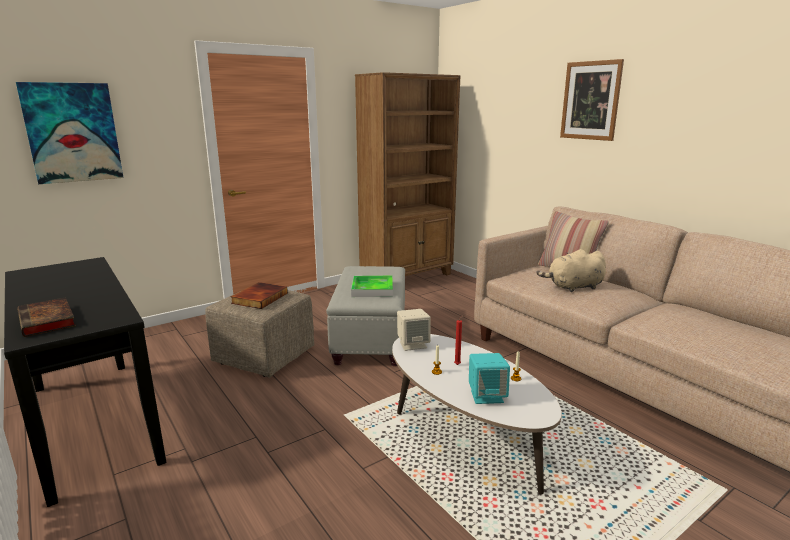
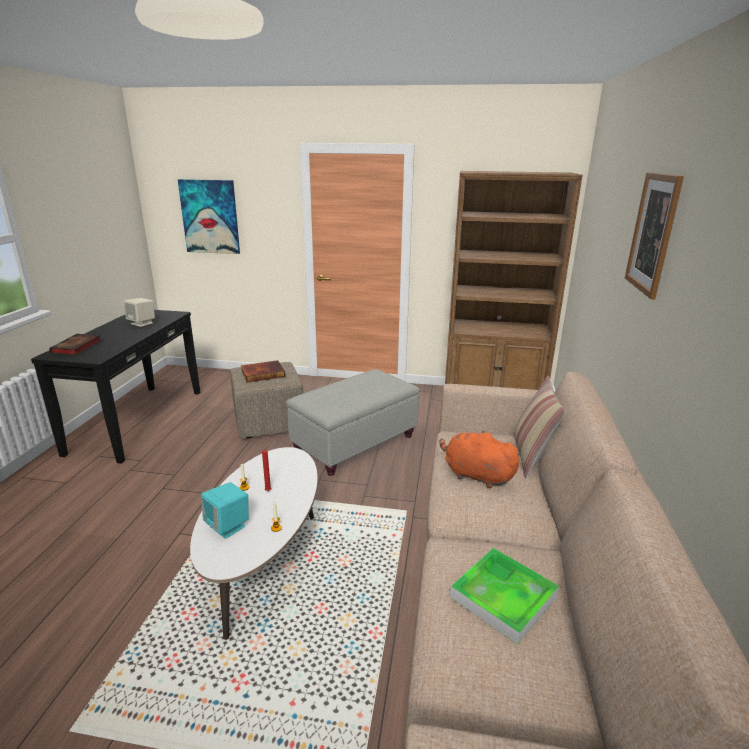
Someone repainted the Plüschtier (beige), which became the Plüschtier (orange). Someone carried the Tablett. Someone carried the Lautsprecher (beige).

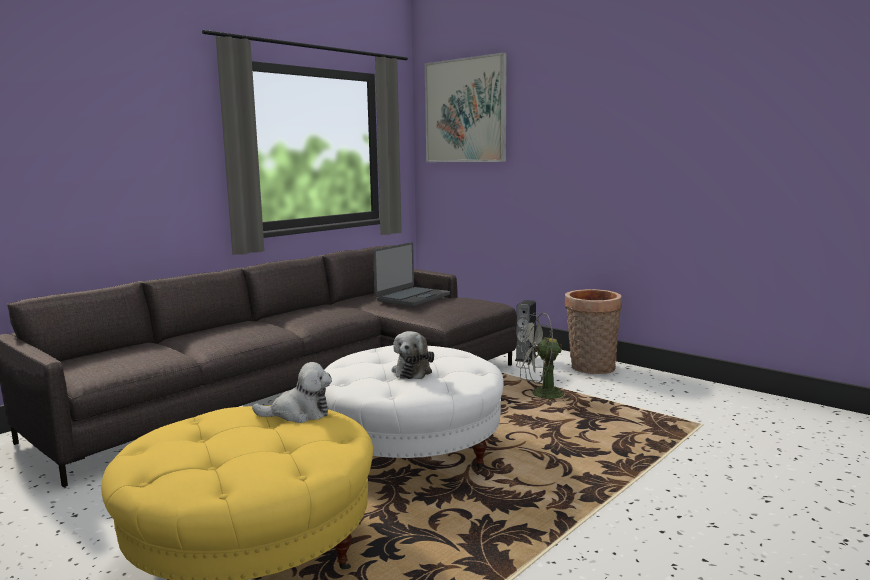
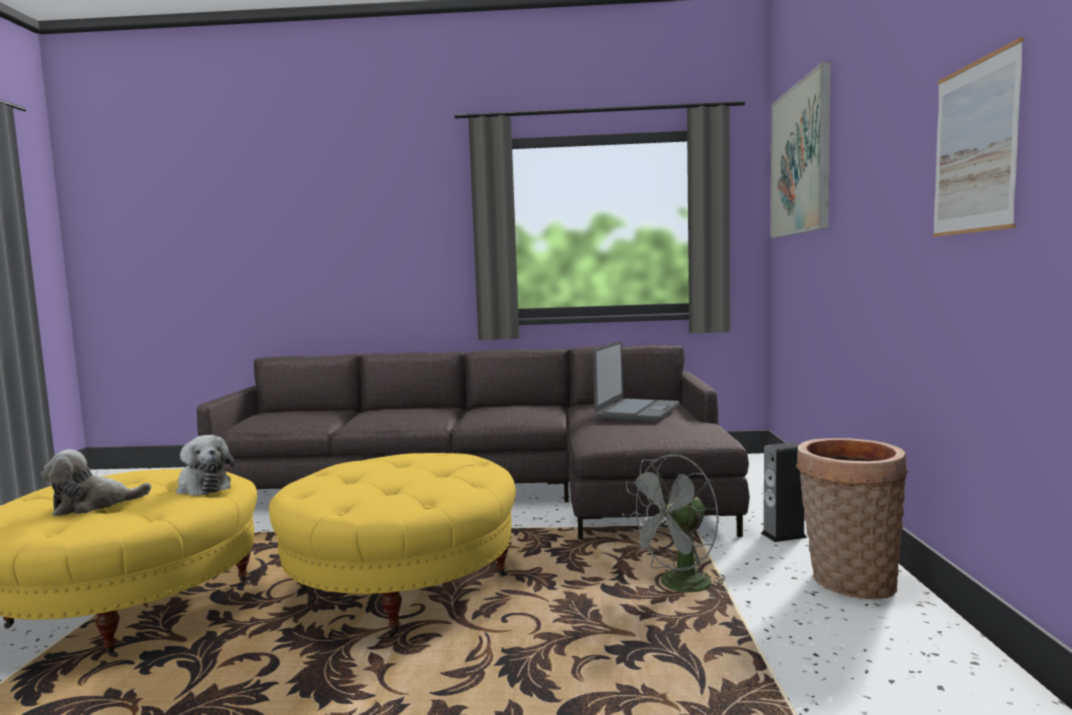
Someone rotated the Laptop by 60 degrees counterclockwise. Someone rotated the Ventilator (grau) by 75 degrees counterclockwise. Someone carried the Plüschtier (2nd from left in the first image). Someone repainted the Polsterhocker (weiß), which became the Polsterhocker (gelb) (2nd from left). Someone put up the Bild (2nd from left).

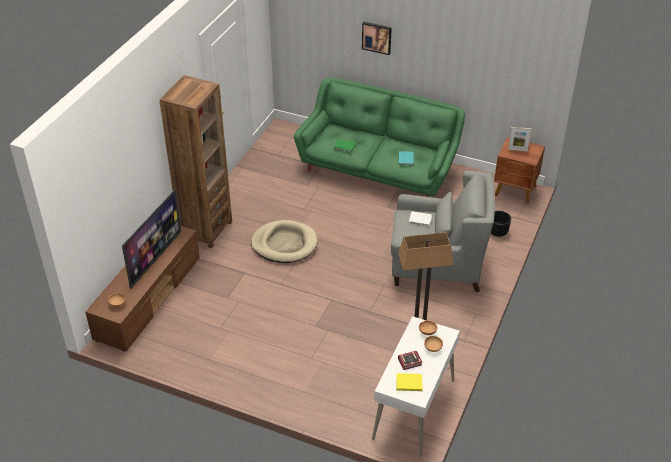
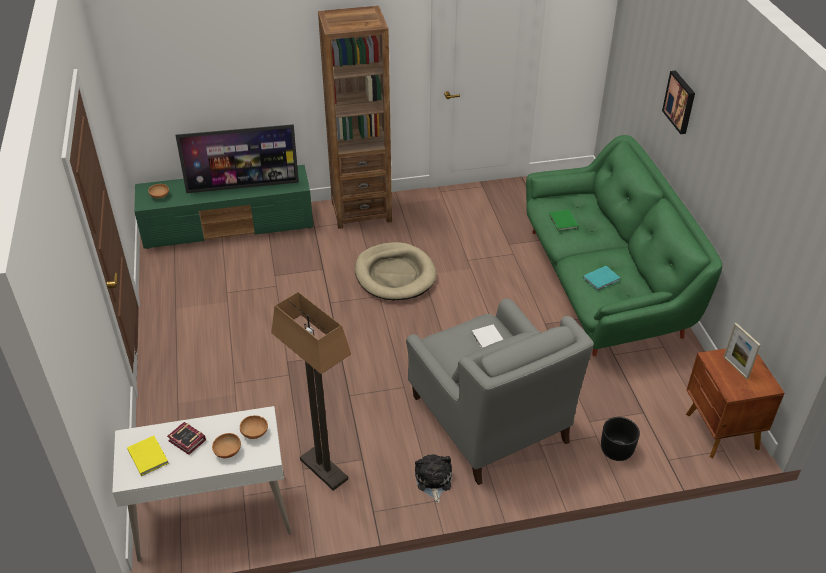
Someone repainted the Fernsehschrank (braun), which became the Fernsehschrank (grün). Someone put down the Plüschtier.

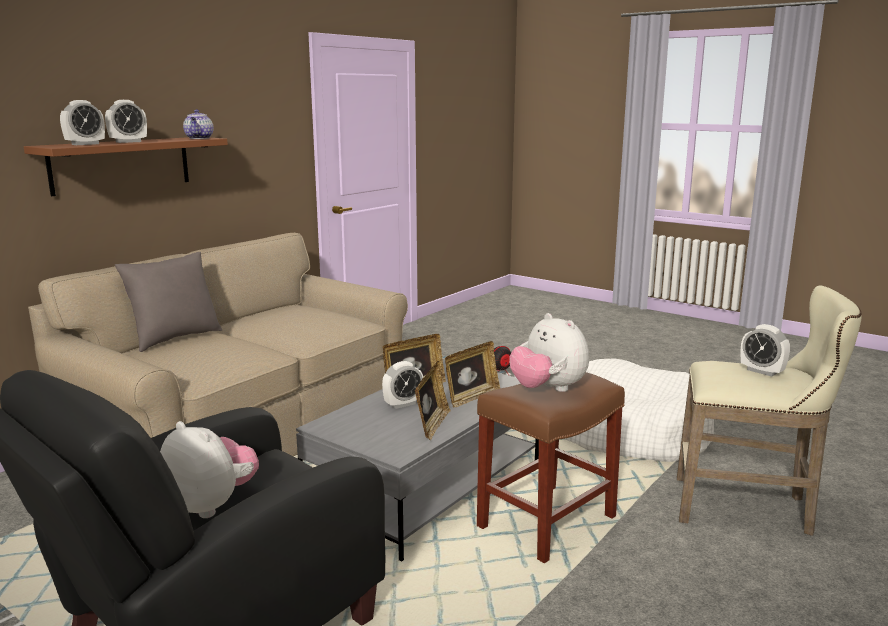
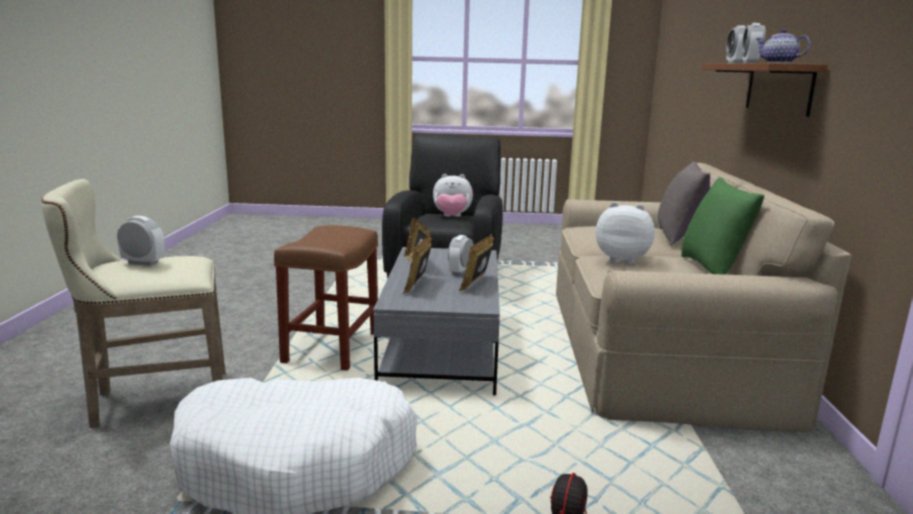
Someone carried the Plüschtier (2nd from left). Someone put down the Kissen (grün).

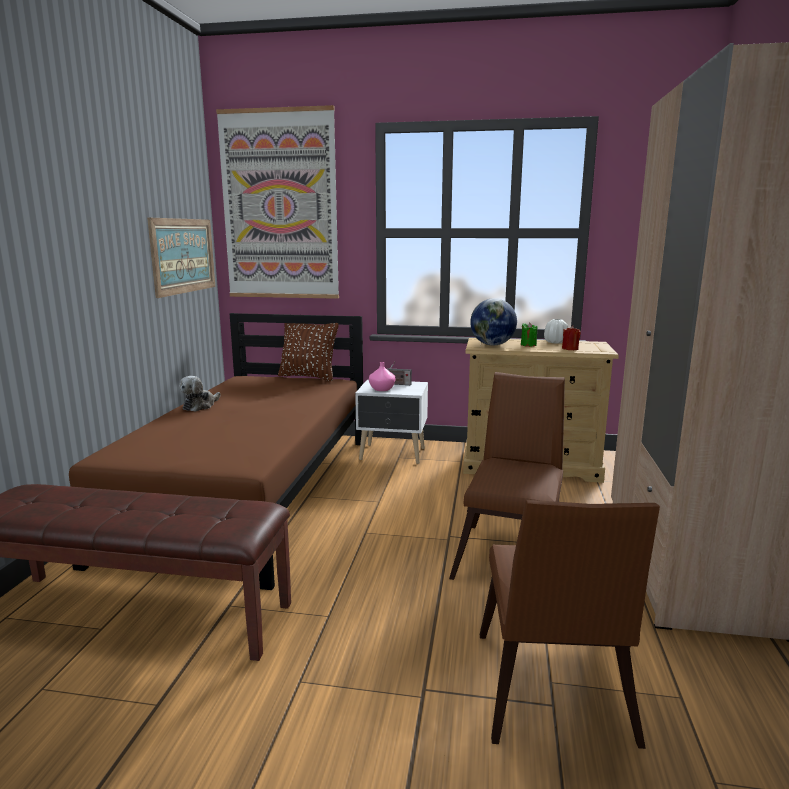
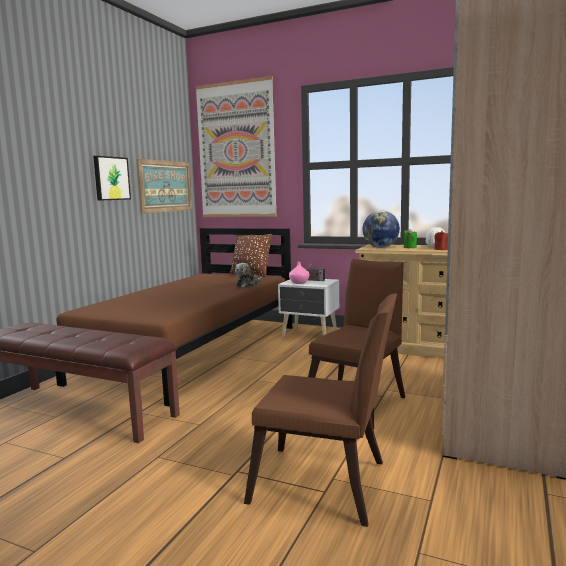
Someone carried the Plüschtier. Someone rotated the Stuhl (braun) (2nd from left in the first image) by 90 degrees counterclockwise. Someone put up the Bild (1st from left).

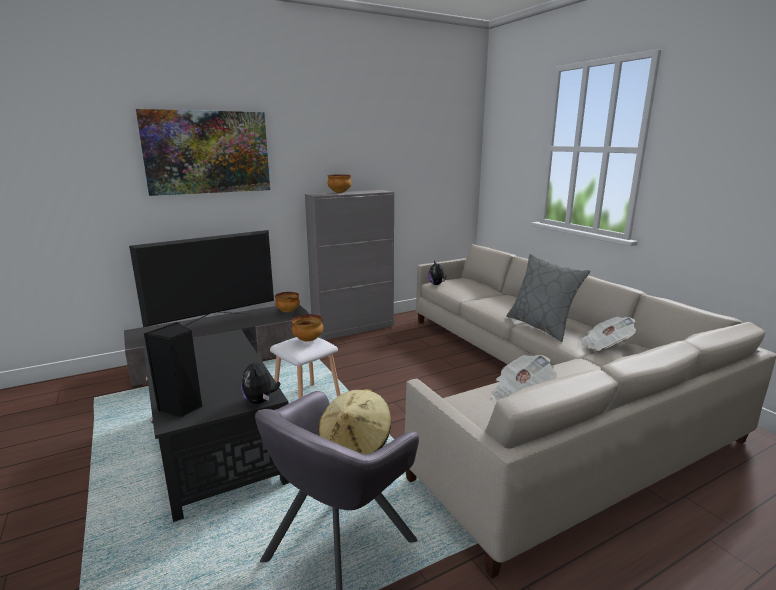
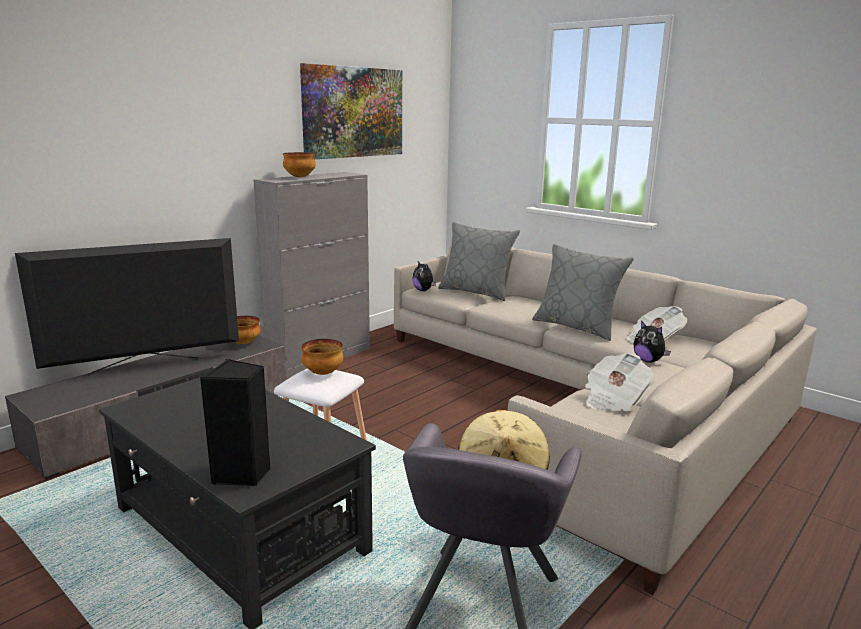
Someone carried the Bild. Someone rotated the Fernseher by 150 degrees counterclockwise. Someone carried the Plüschtier (1st from left in the first image). Someone put down the Kissen (grau) (1st from left).

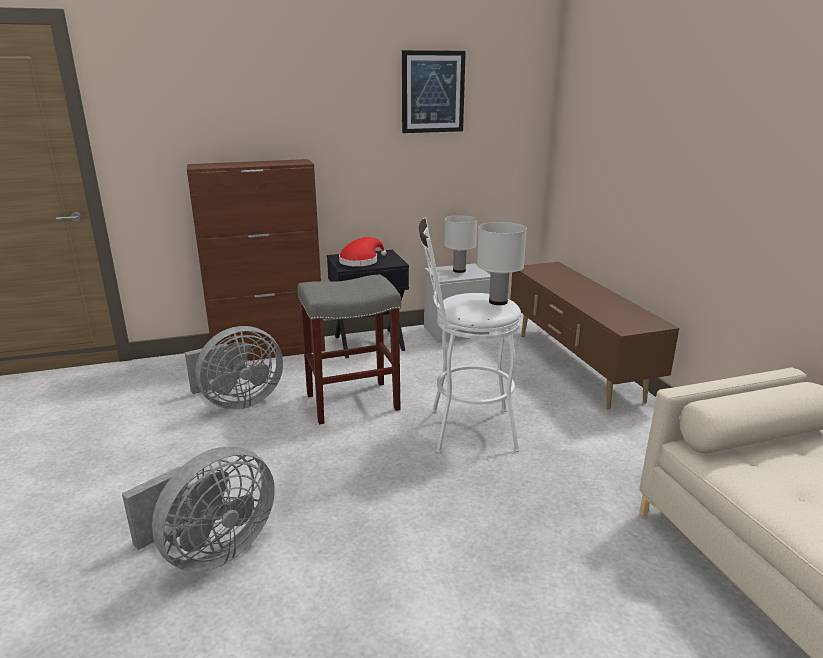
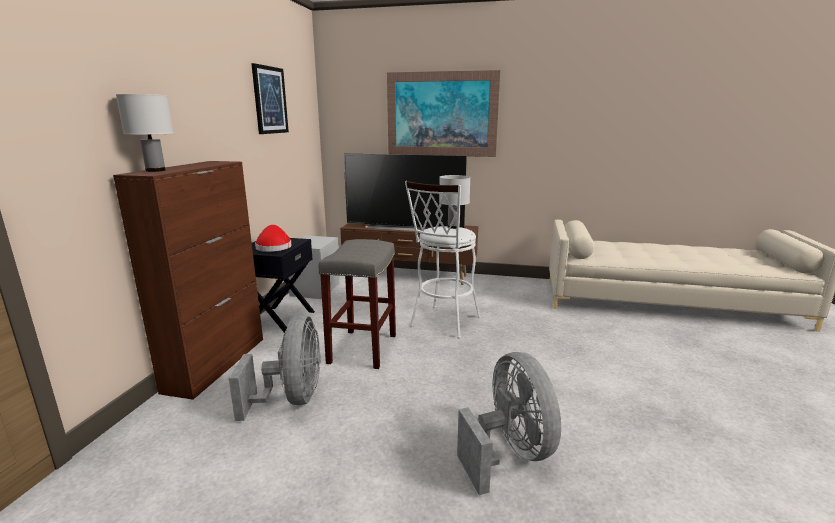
Someone carried the Tischlampe (weiß) (1st from left). Someone put up the Bild (2nd from left). Someone put down the Fernseher.

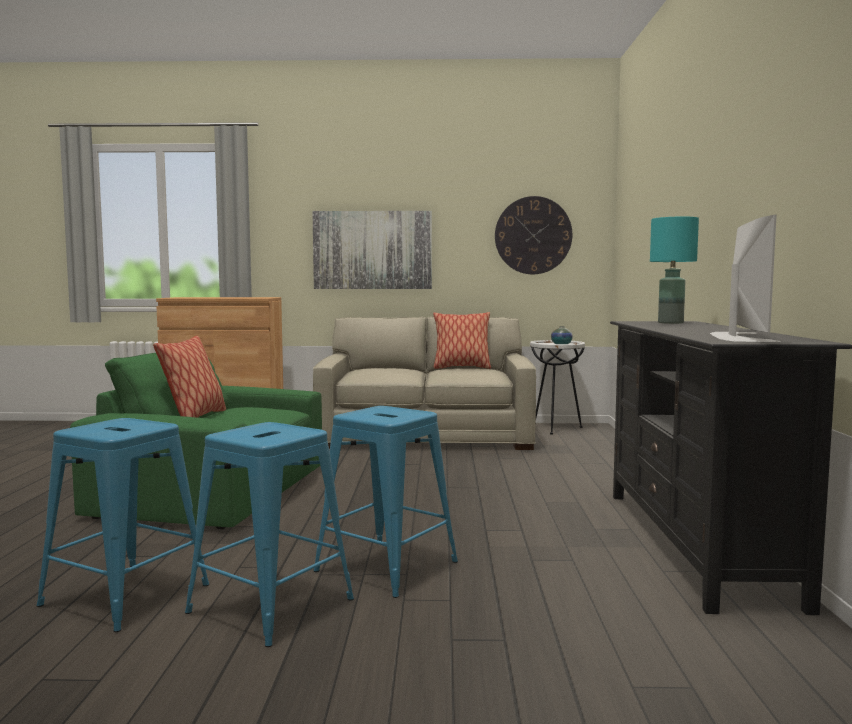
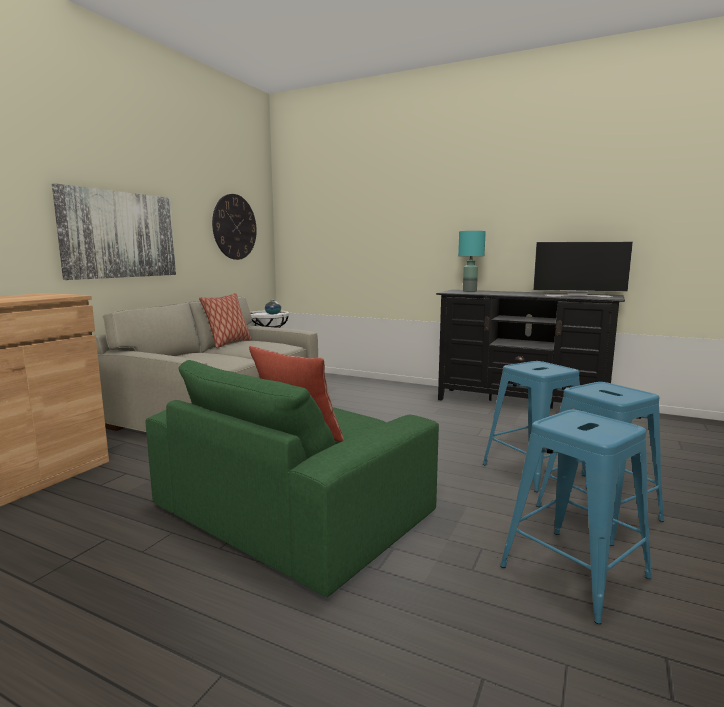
Someone rotated the Fernseher by 150 degrees clockwise.

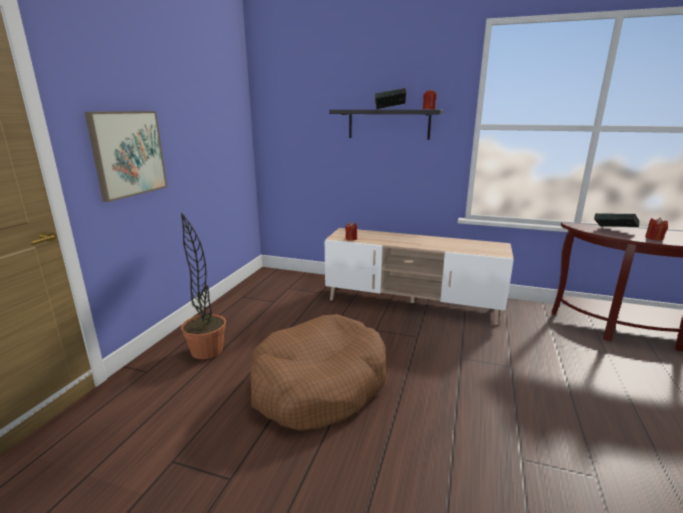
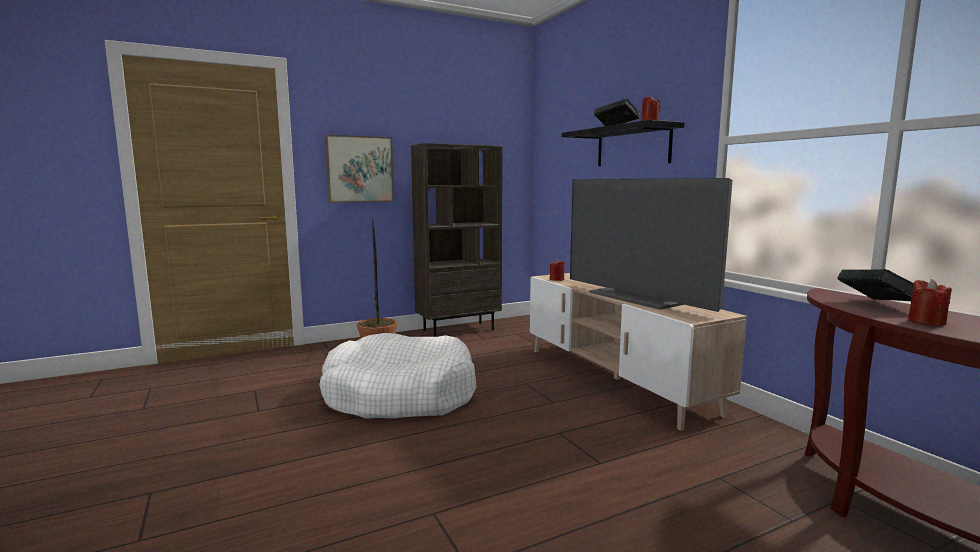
Someone repainted the Hundebett (braun), which became the Hundebett (weiß). Someone put down the Bücherregal (braun). Someone put down the Fernseher.

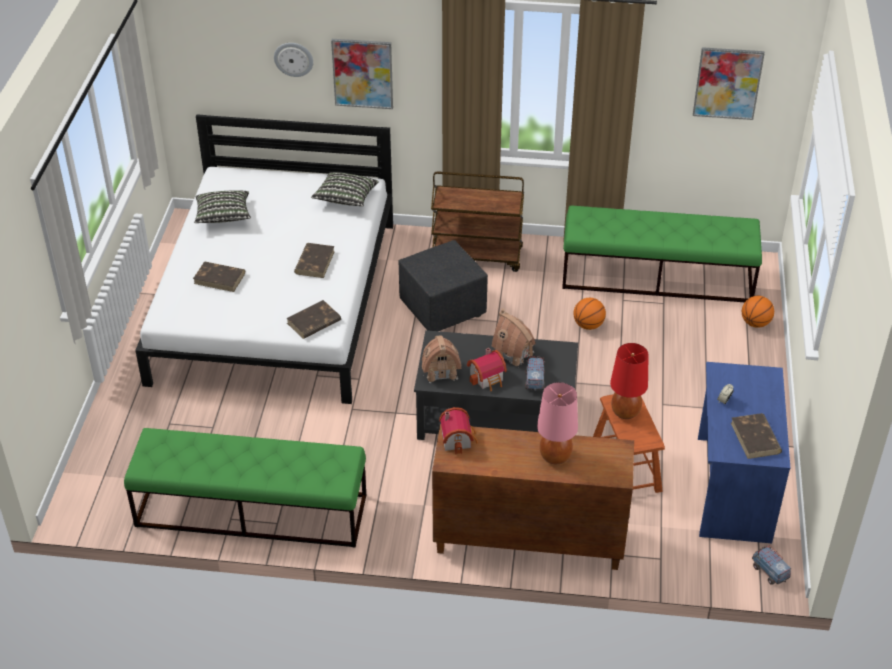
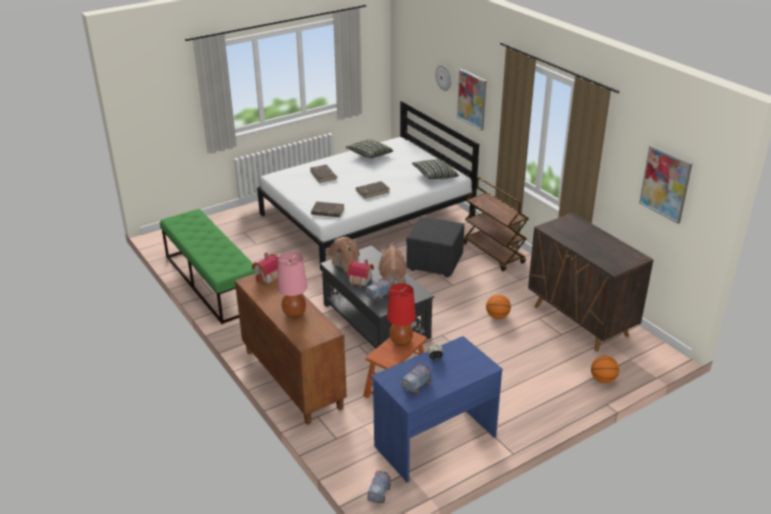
Someone swapped the Bank (grün) (2nd from left) for the Schrank (braun) (2nd from left). Someone swapped the Buch (braun) (4th from left) for the Spielzeuglaster (3rd from left).

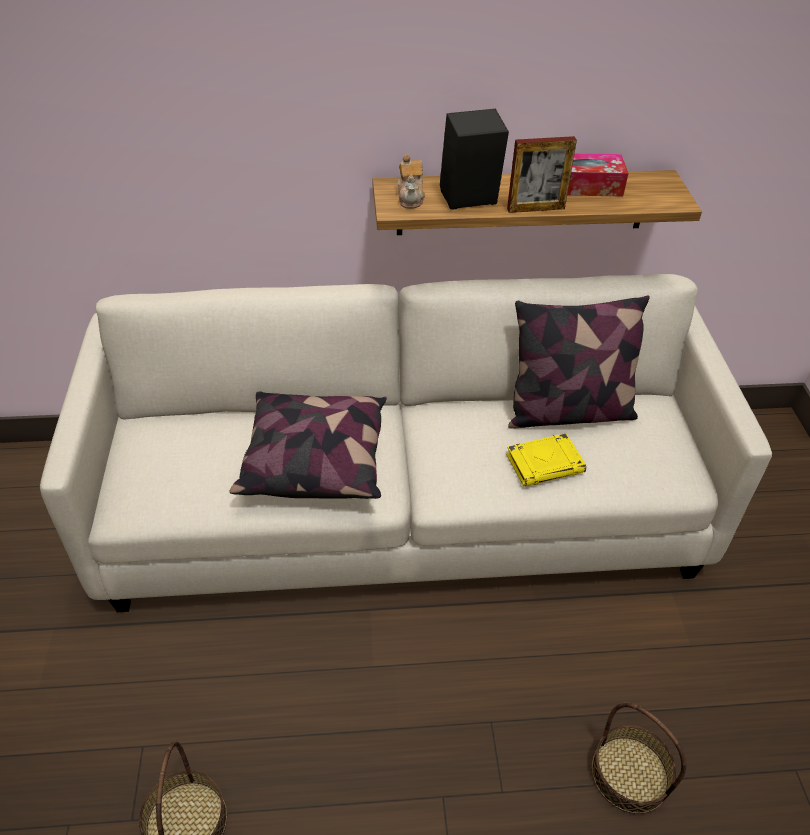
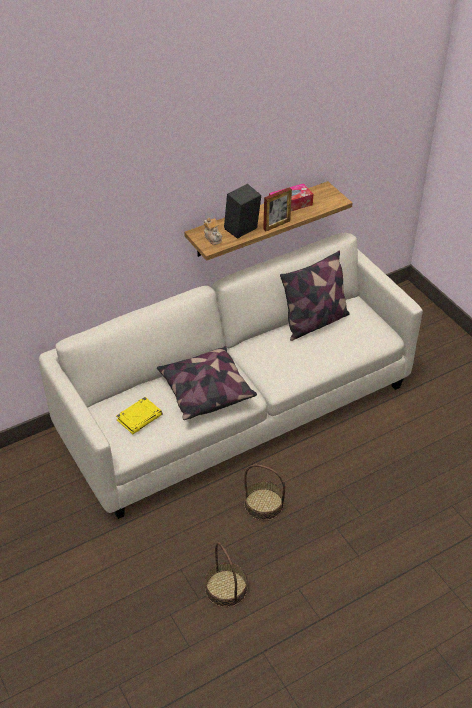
Someone carried the Buch (gelb). Someone carried the Korb (2nd from left).

